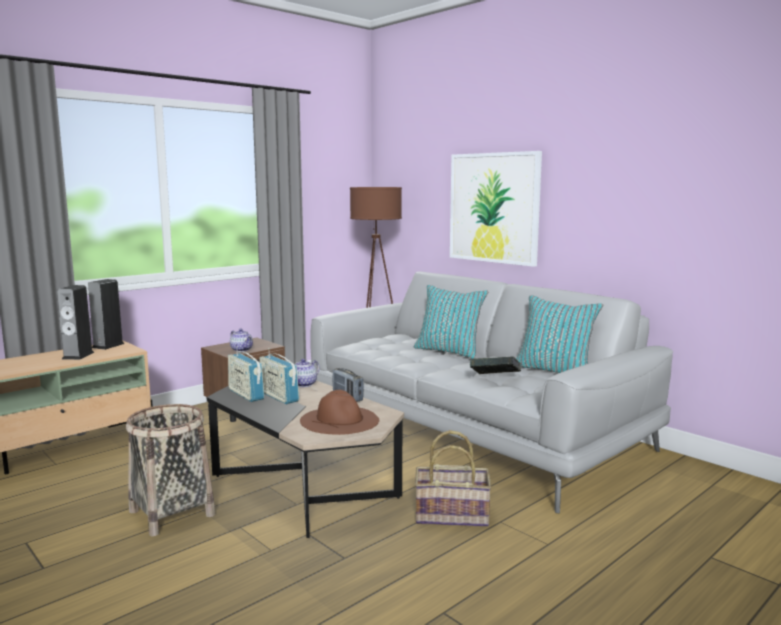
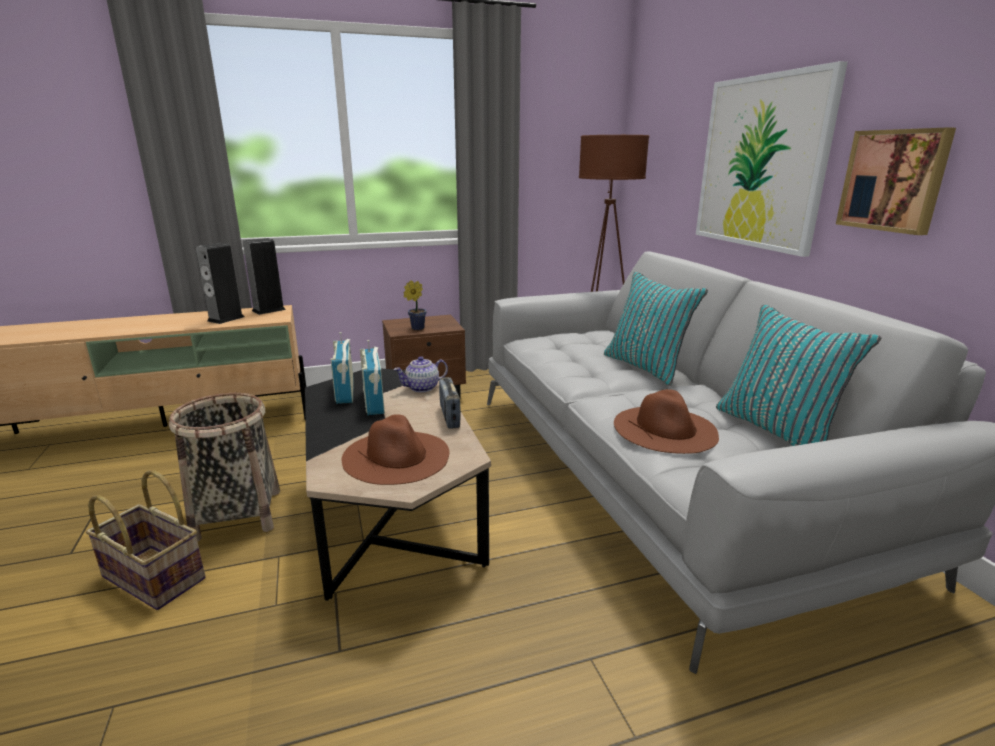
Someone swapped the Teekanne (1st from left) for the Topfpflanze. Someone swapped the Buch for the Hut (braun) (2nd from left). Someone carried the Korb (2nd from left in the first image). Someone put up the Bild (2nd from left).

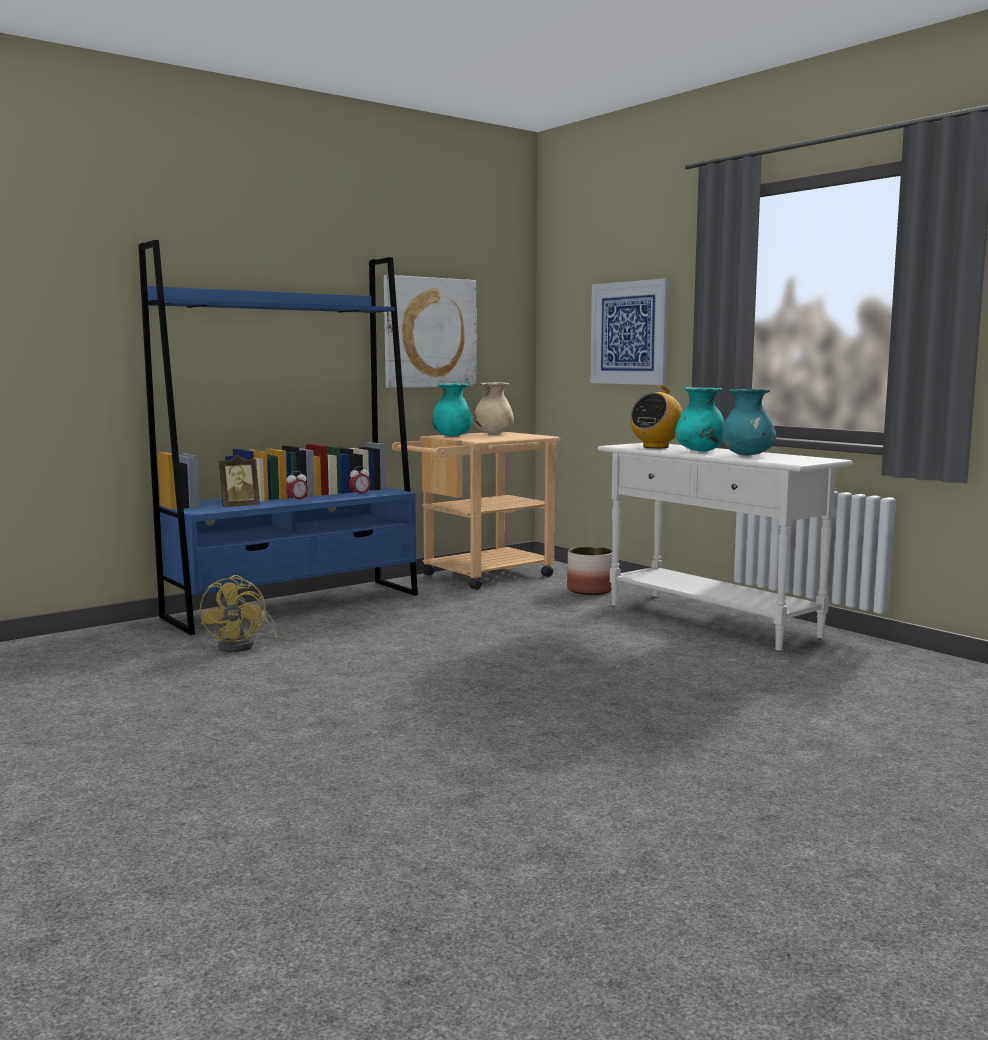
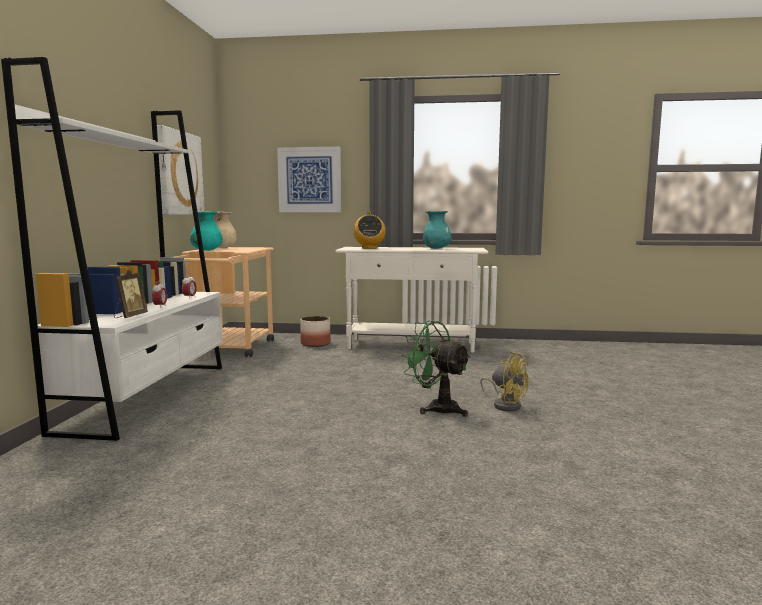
Someone repainted the Bücherregal (blau), which became the Bücherregal (weiß). Someone took away the Vase (türkis) (2nd from left). Someone carried the Ventilator (gelb). Someone put down the Ventilator (grün).

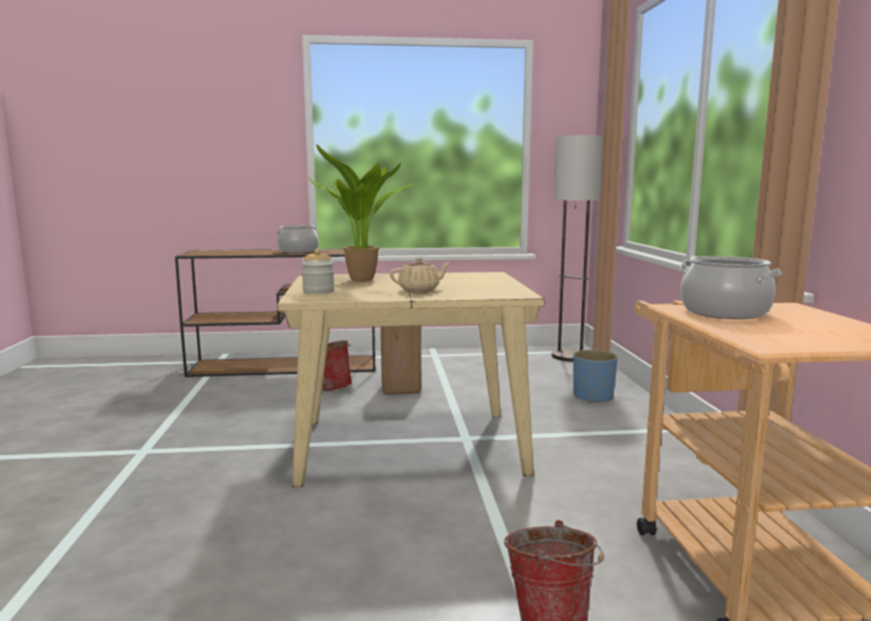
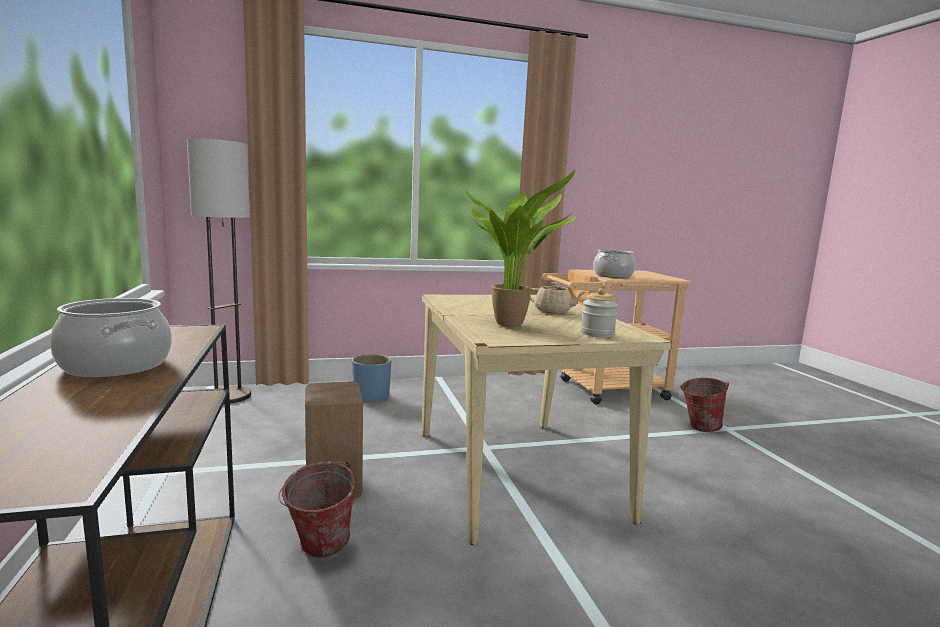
Someone rotated the Teekanne (beige) by 150 degrees clockwise.

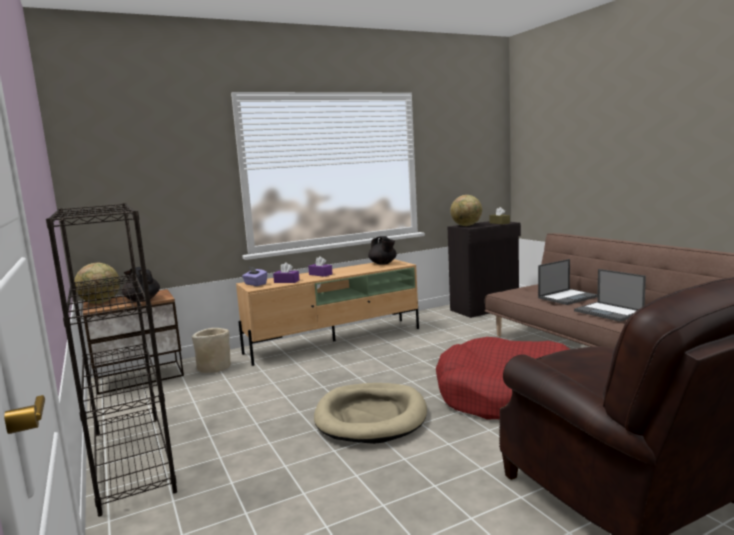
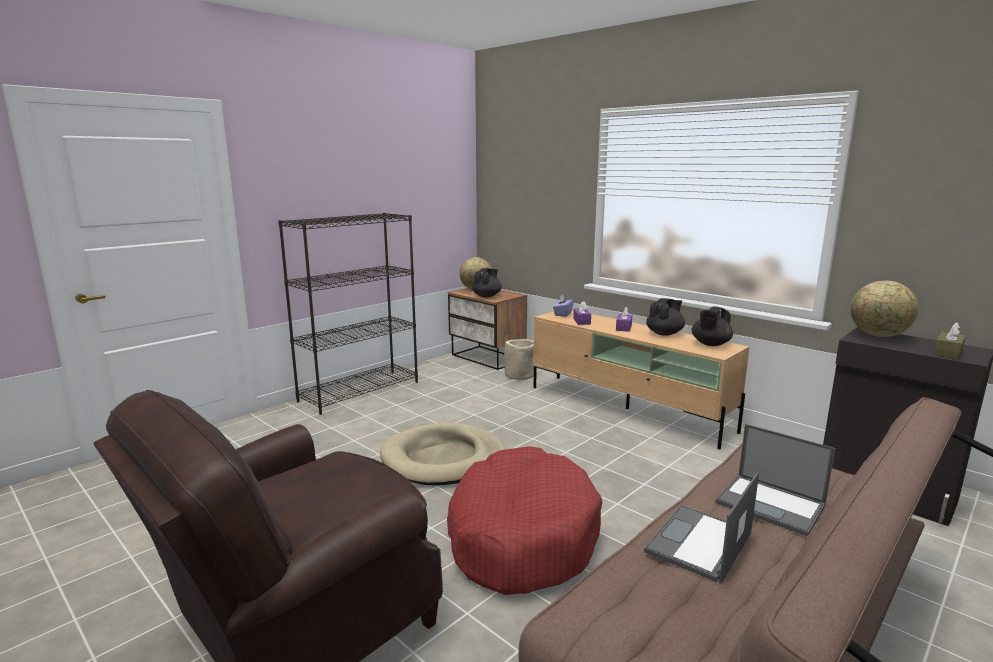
Someone put down the Teekanne (schwarz) (2nd from left).

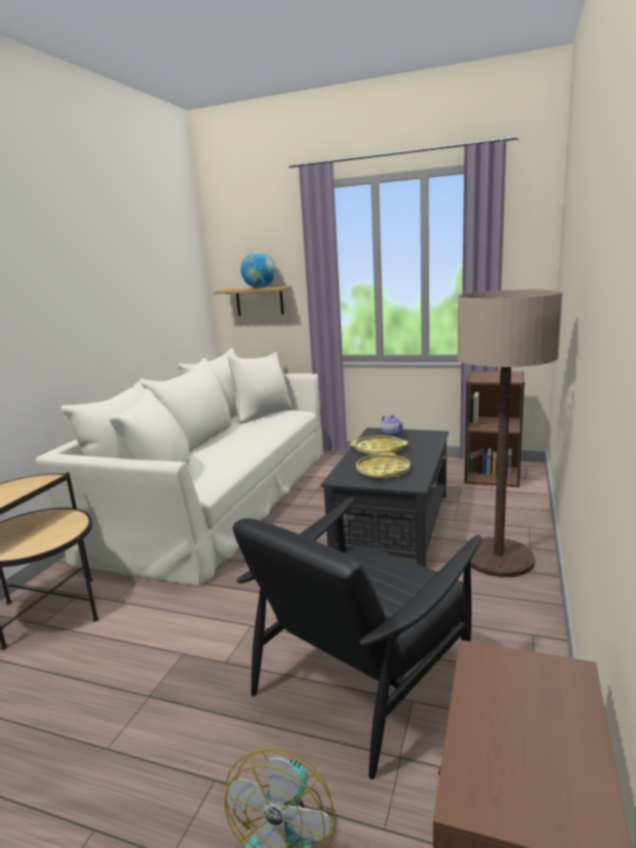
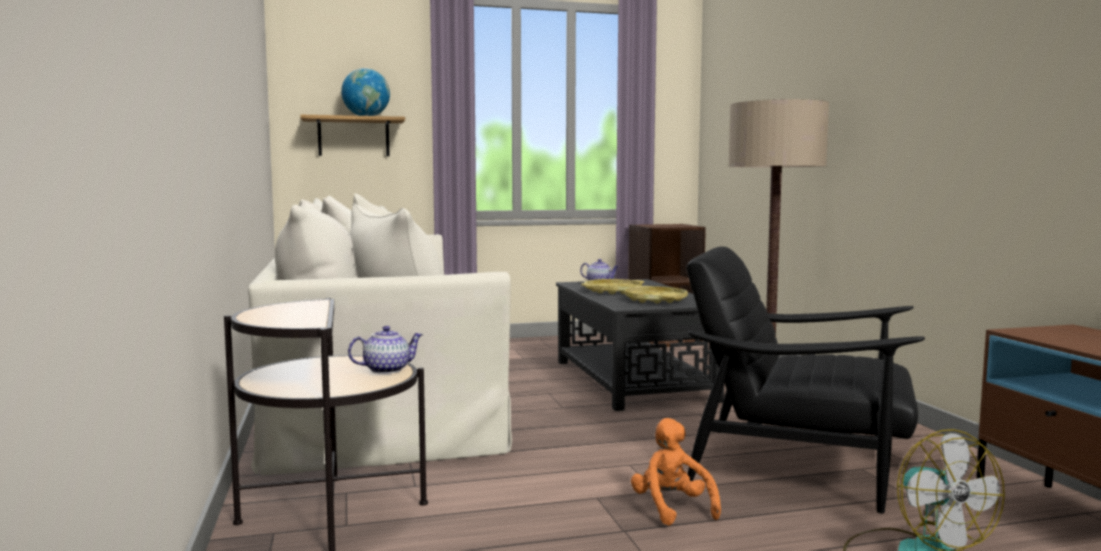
Someone rotated the Sessel (schwarz) by 105 degrees clockwise. Someone put down the Teekanne (1st from left). Someone put down the Plüschtier (orange).

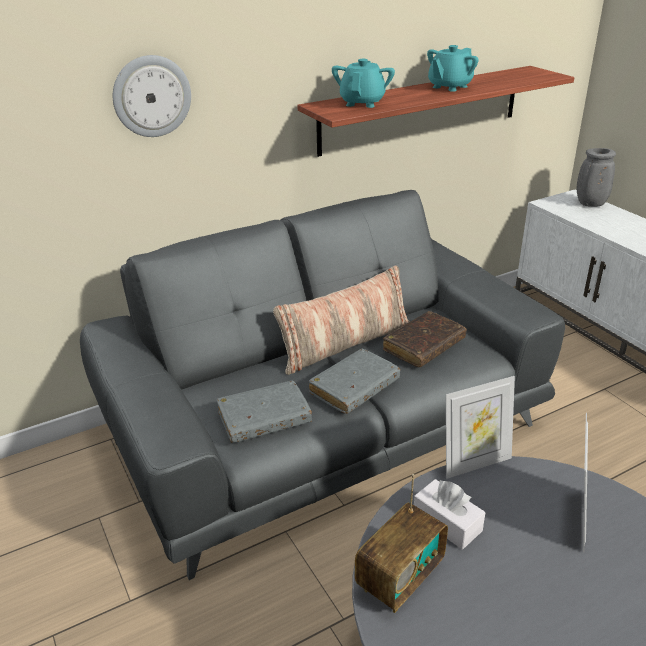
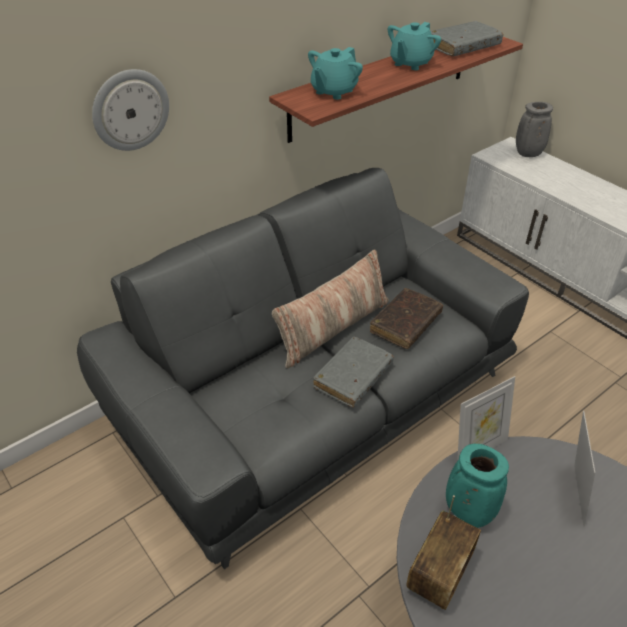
Someone rotated the Teekanne (türkis) (1st from left) by 150 degrees counterclockwise. Someone carried the Buch (grau) (1st from left in the first image). Someone swapped the Taschentuchbox (weiß) for the Vase (türkis).

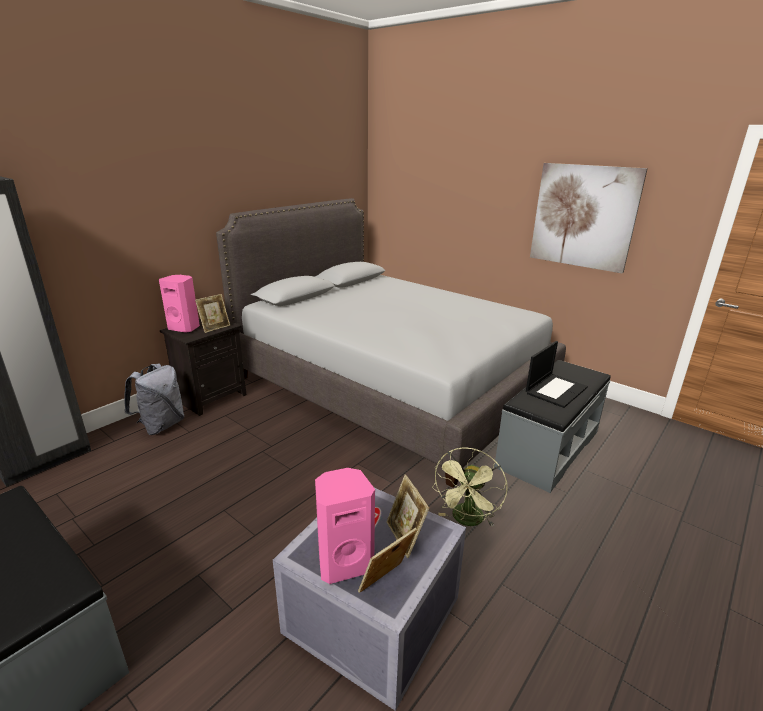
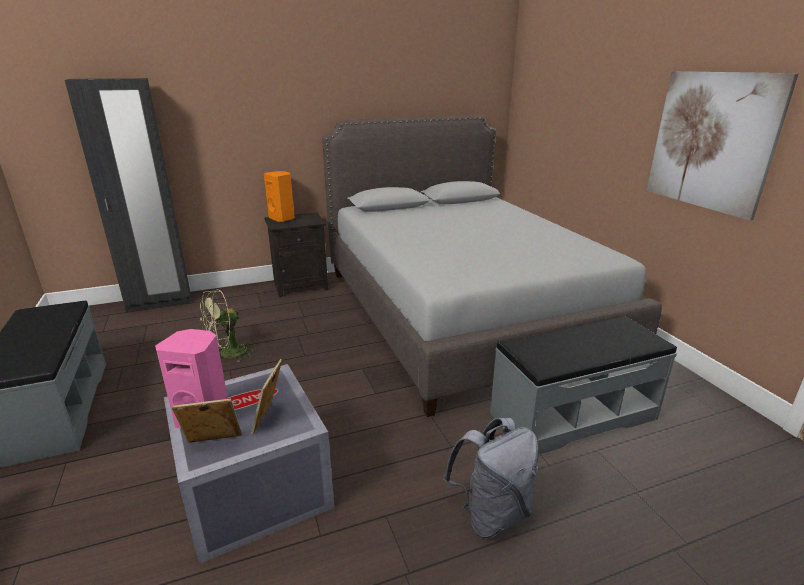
Someone repainted the Lautsprecher (rosa) (1st from left), which became the Lautsprecher (orange). Someone took away the Bilderrahmen (1st from left). Someone took away the Laptop. Someone carried the Rucksack (grau). Someone carried the Ventilator (grün).

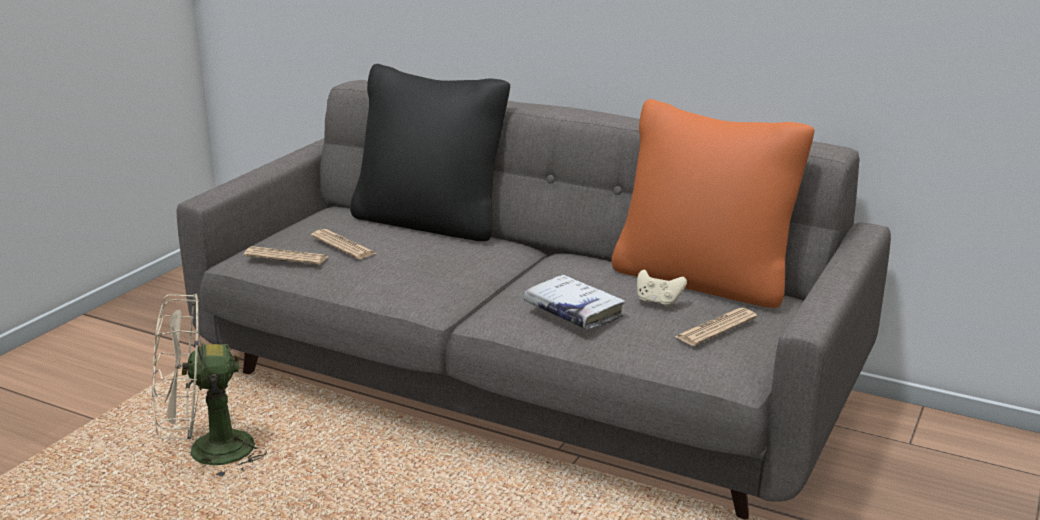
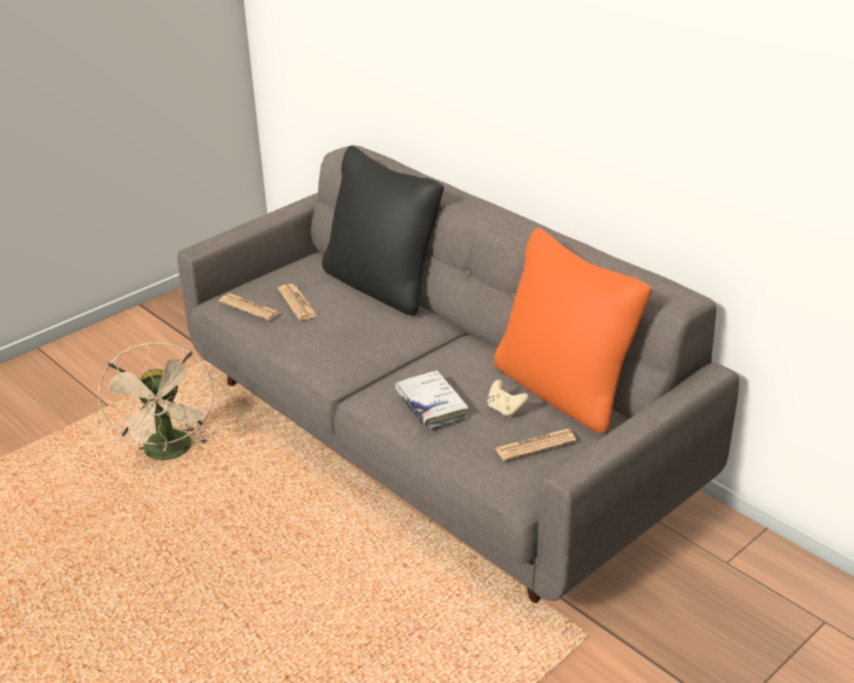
Someone rotated the Ventilator (beige) by 105 degrees counterclockwise.

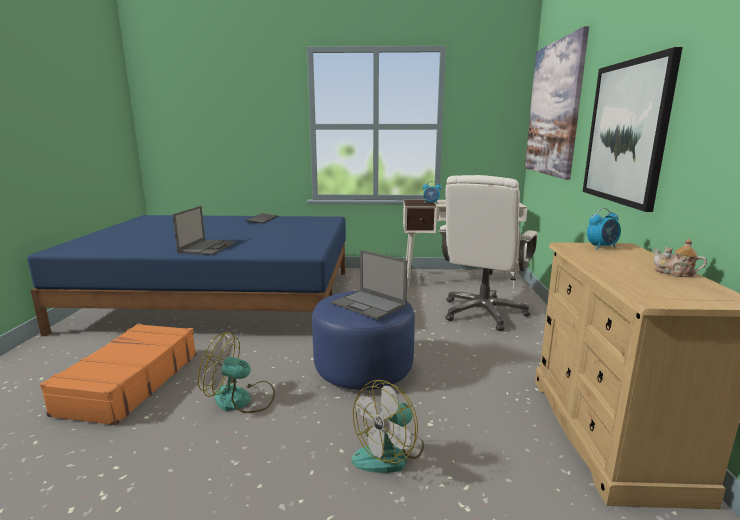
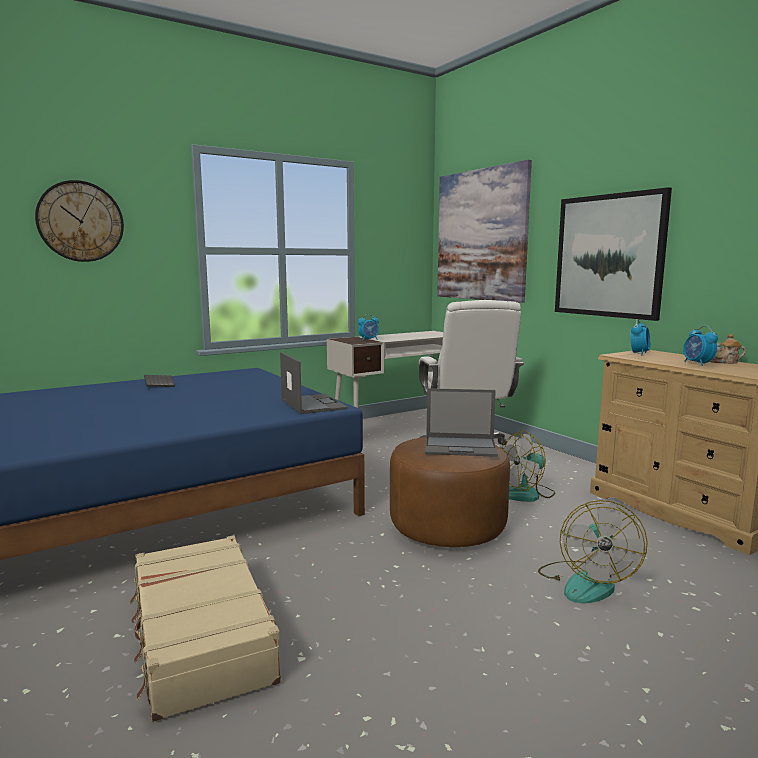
Someone carried the Laptop (1st from left). Someone repainted the Polsterhocker (blau), which became the Polsterhocker (braun). Someone repainted the Koffer (orange), which became the Koffer (beige). Someone carried the Ventilator (1st from left). Someone put up the Wanduhr. Someone put down the Wecker (3rd from left).

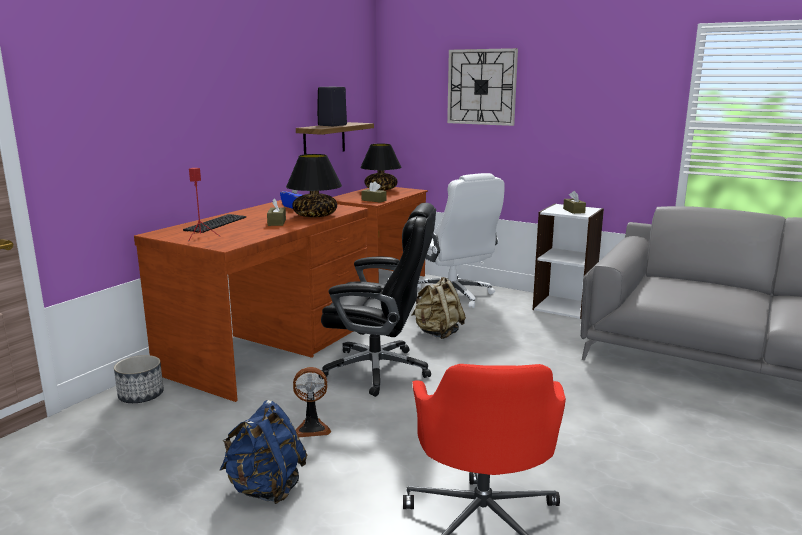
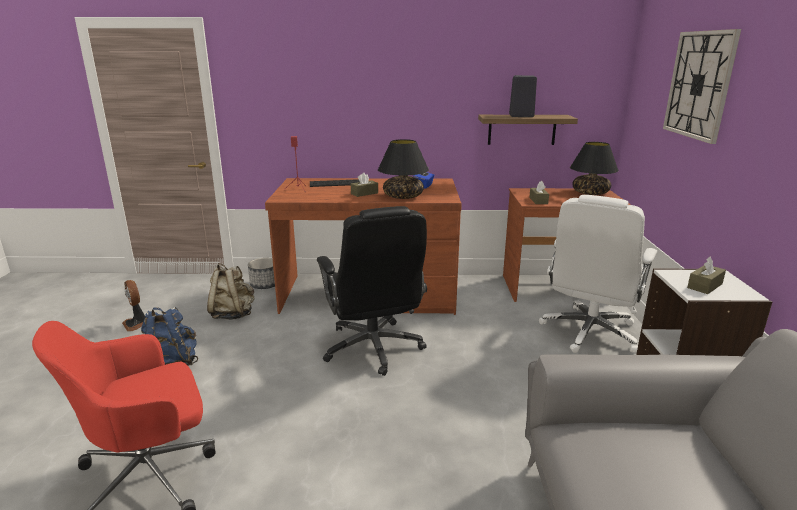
Someone carried the Rucksack (beige). Someone carried the Ventilator.

